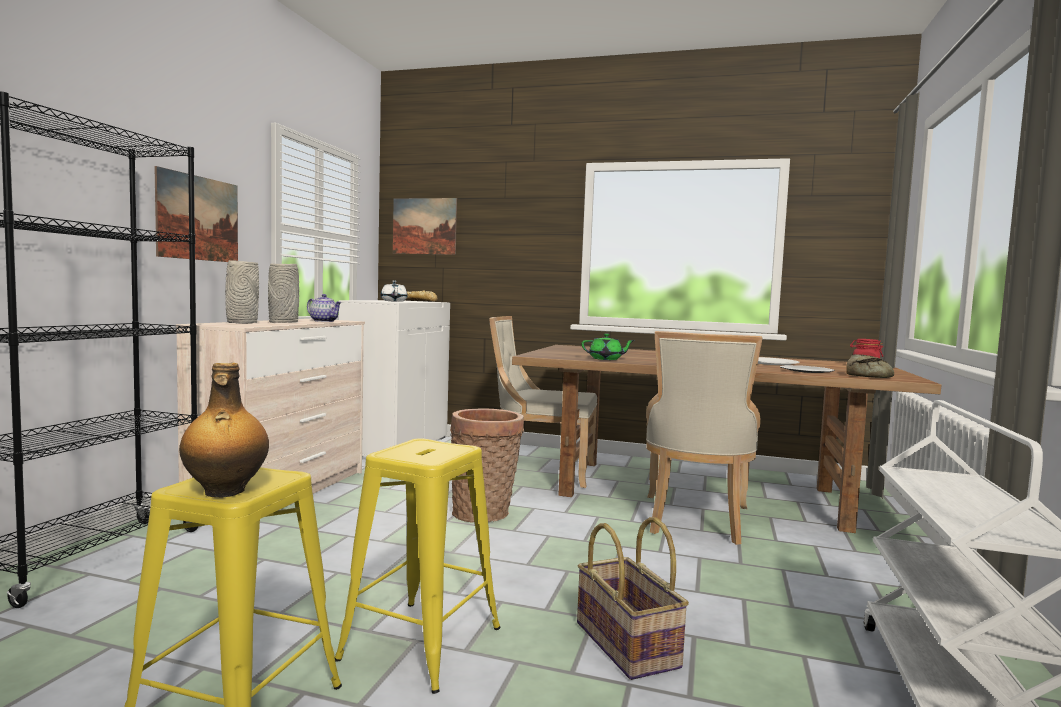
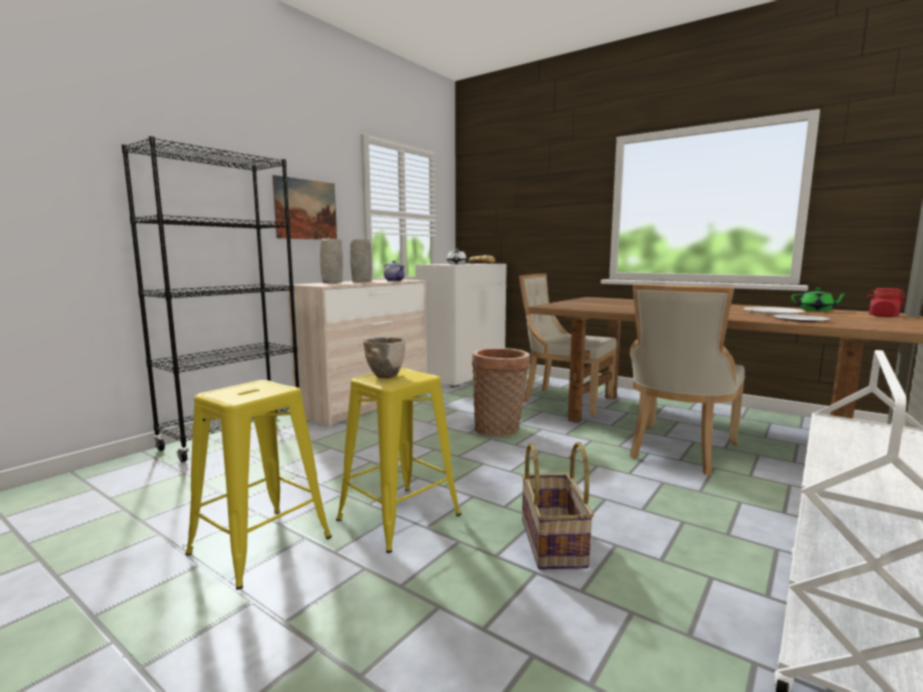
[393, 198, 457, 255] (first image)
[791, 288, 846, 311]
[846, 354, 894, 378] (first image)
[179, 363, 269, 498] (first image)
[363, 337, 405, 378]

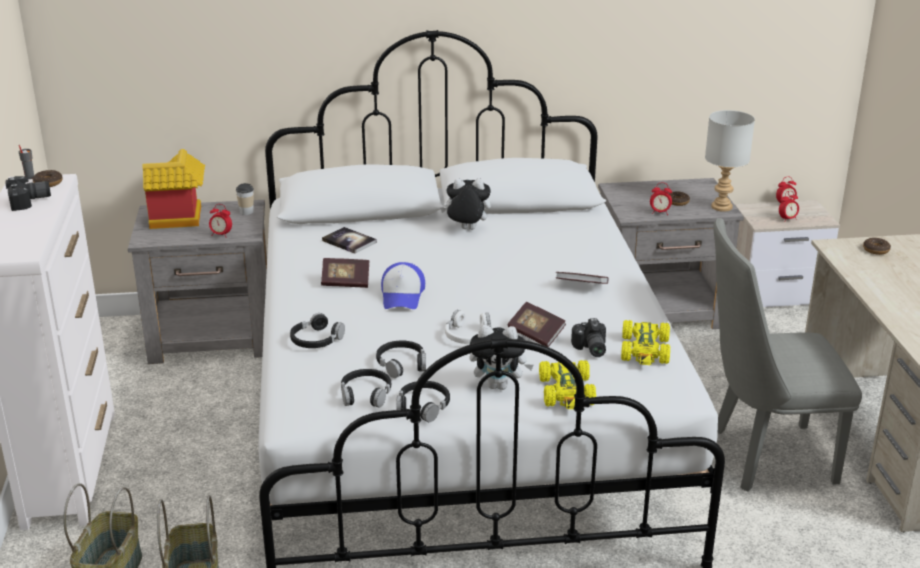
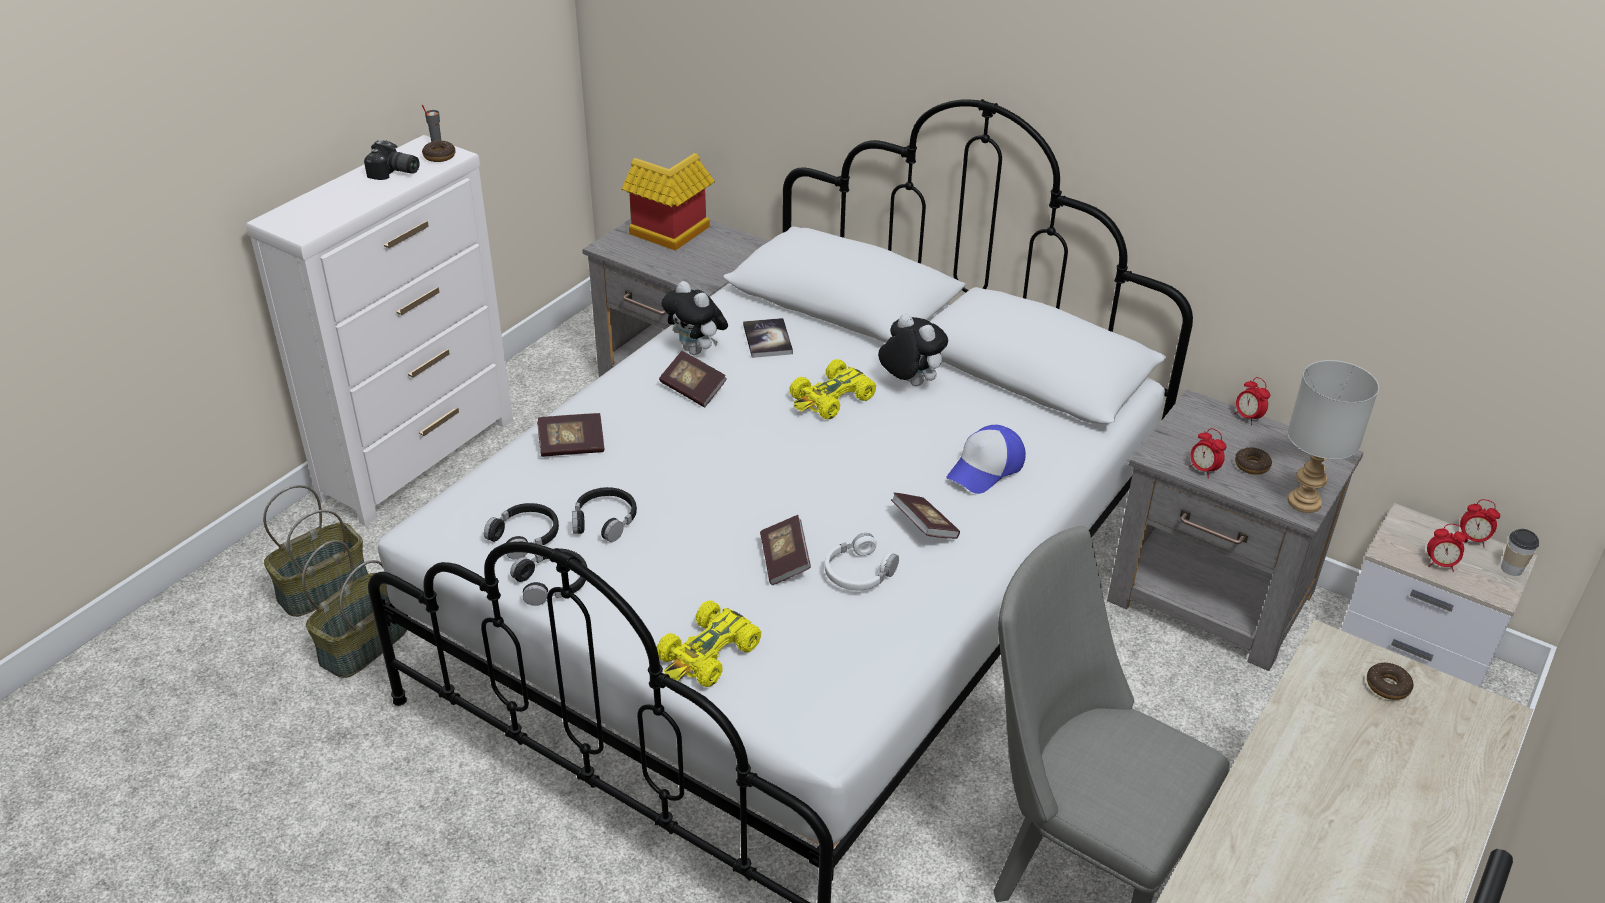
[1501, 529, 1539, 576]
[1234, 377, 1270, 425]
[947, 425, 1026, 494]
[824, 533, 899, 590]
[537, 413, 604, 457]
[571, 318, 606, 357] (first image)
[789, 359, 876, 419]
[662, 281, 728, 355]

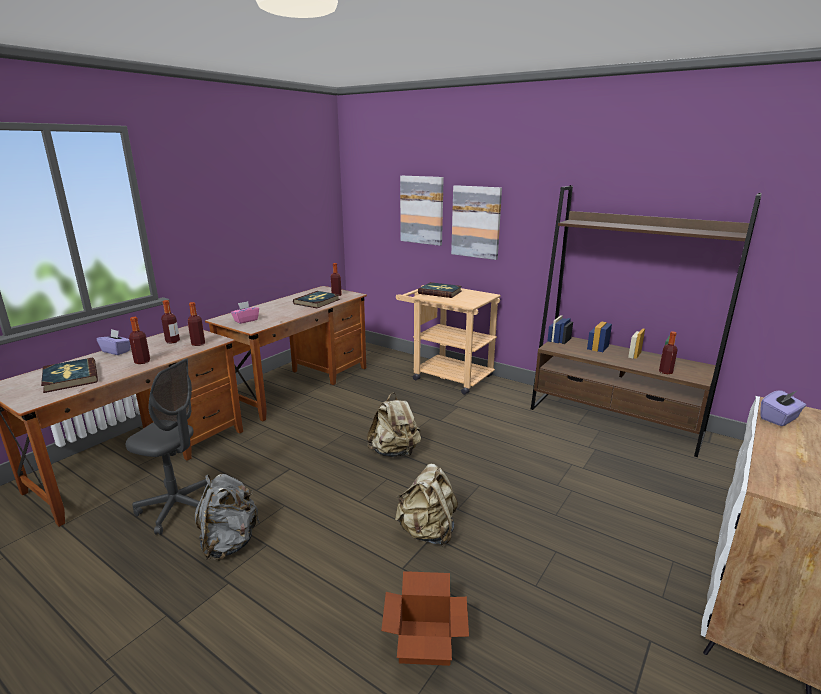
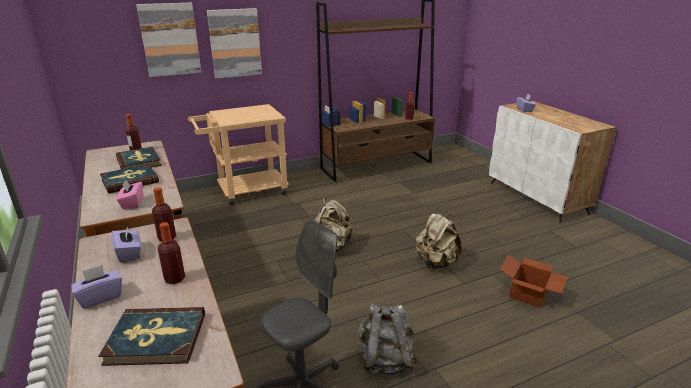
[100, 164, 159, 194]
[111, 227, 141, 263]

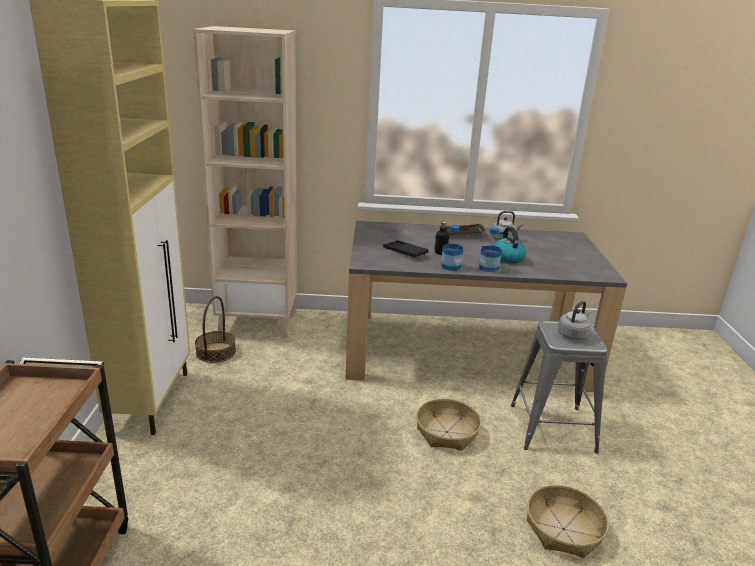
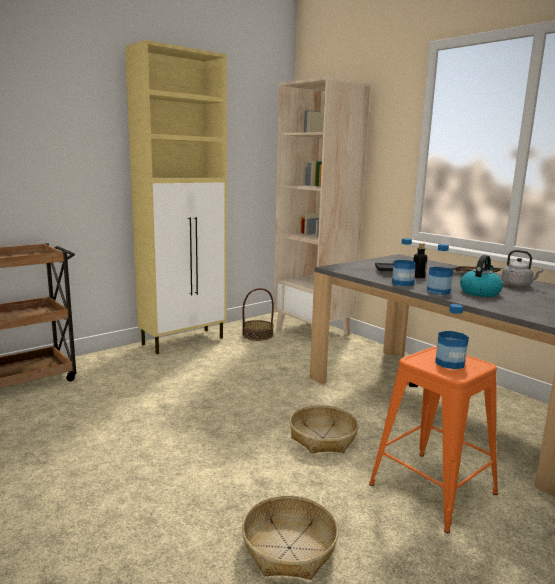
[435, 304, 469, 369]
[369, 346, 498, 533]

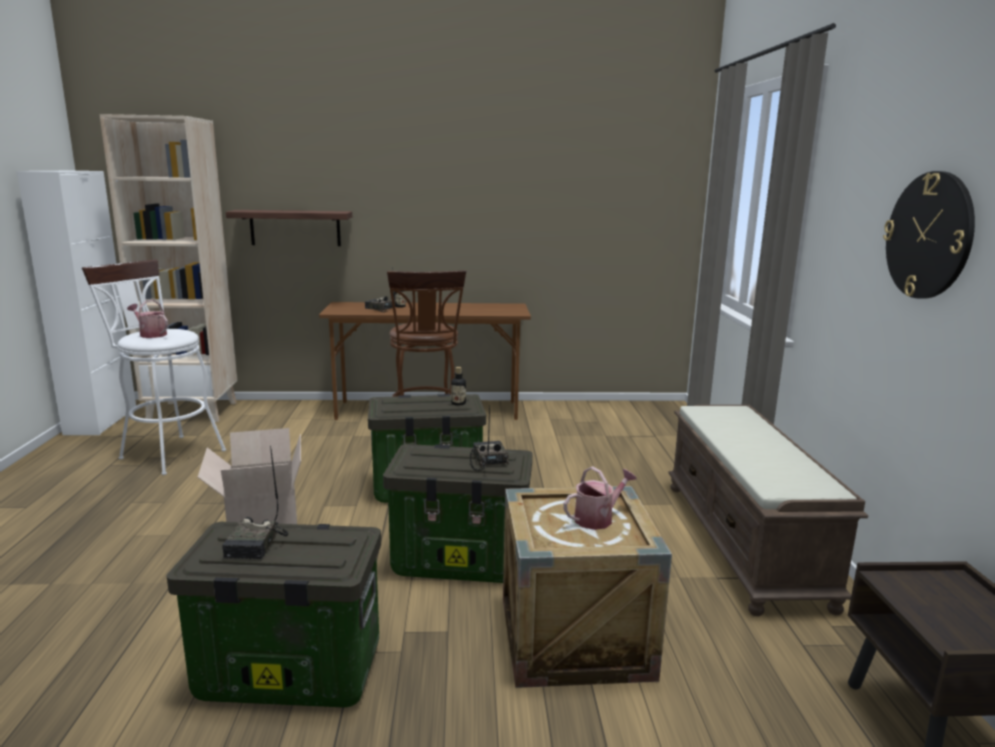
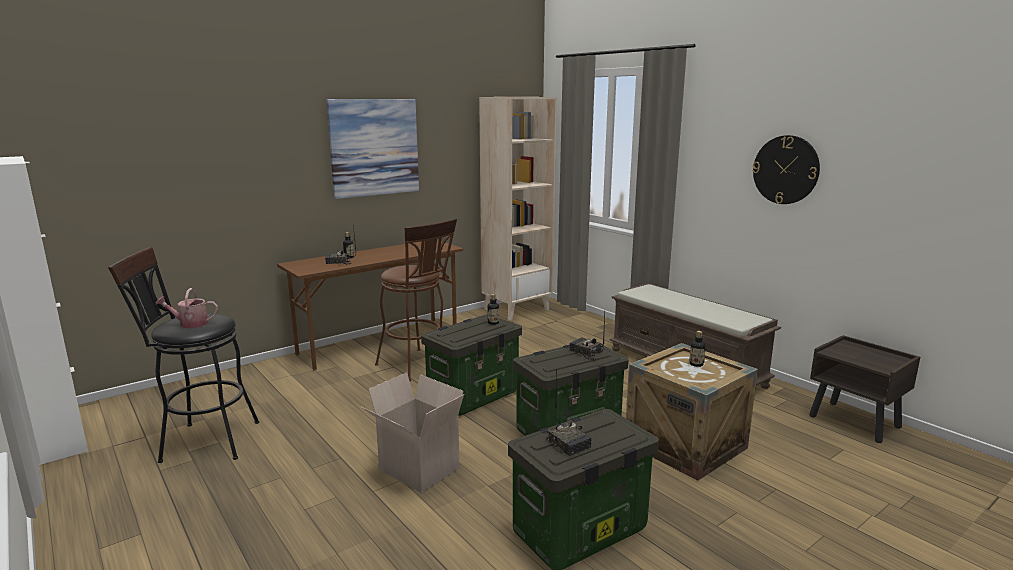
[479, 97, 557, 320]
[226, 210, 352, 246] (first image)
[108, 247, 259, 463]
[689, 331, 706, 367]
[326, 99, 419, 199]

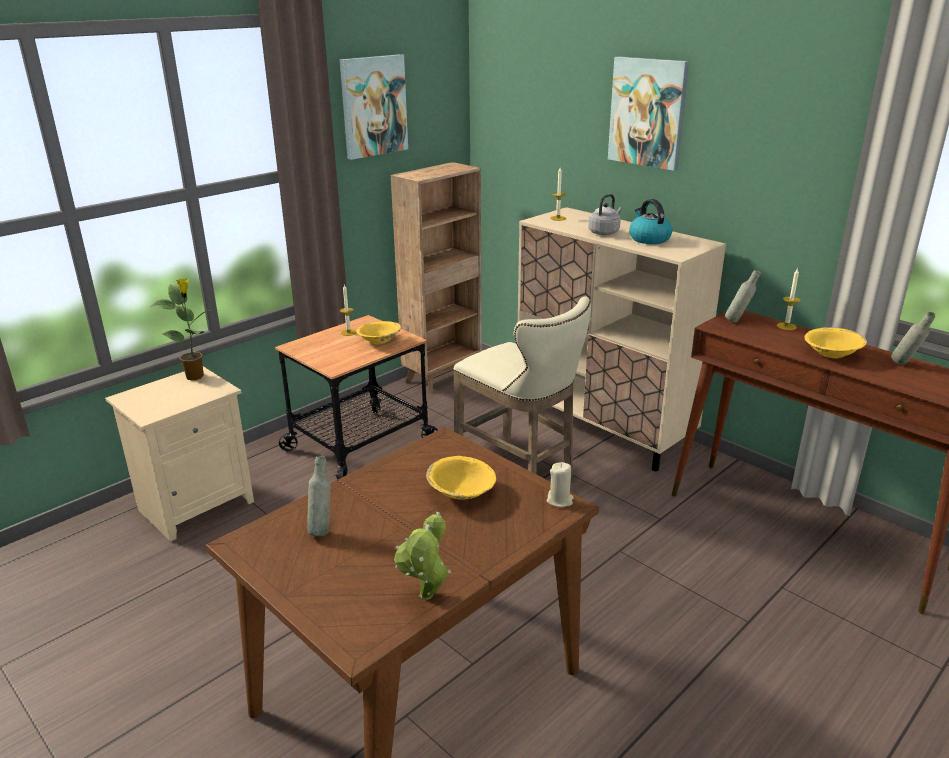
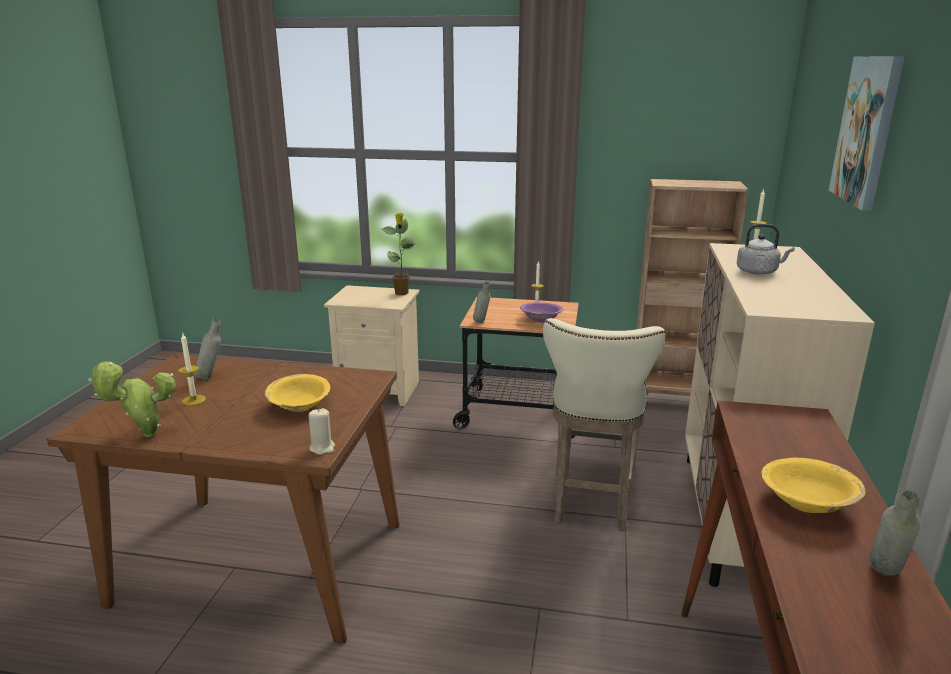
[340, 54, 408, 160] (first image)
[629, 199, 672, 244] (first image)
[178, 333, 206, 405]
[473, 281, 490, 323]
[520, 302, 564, 322]

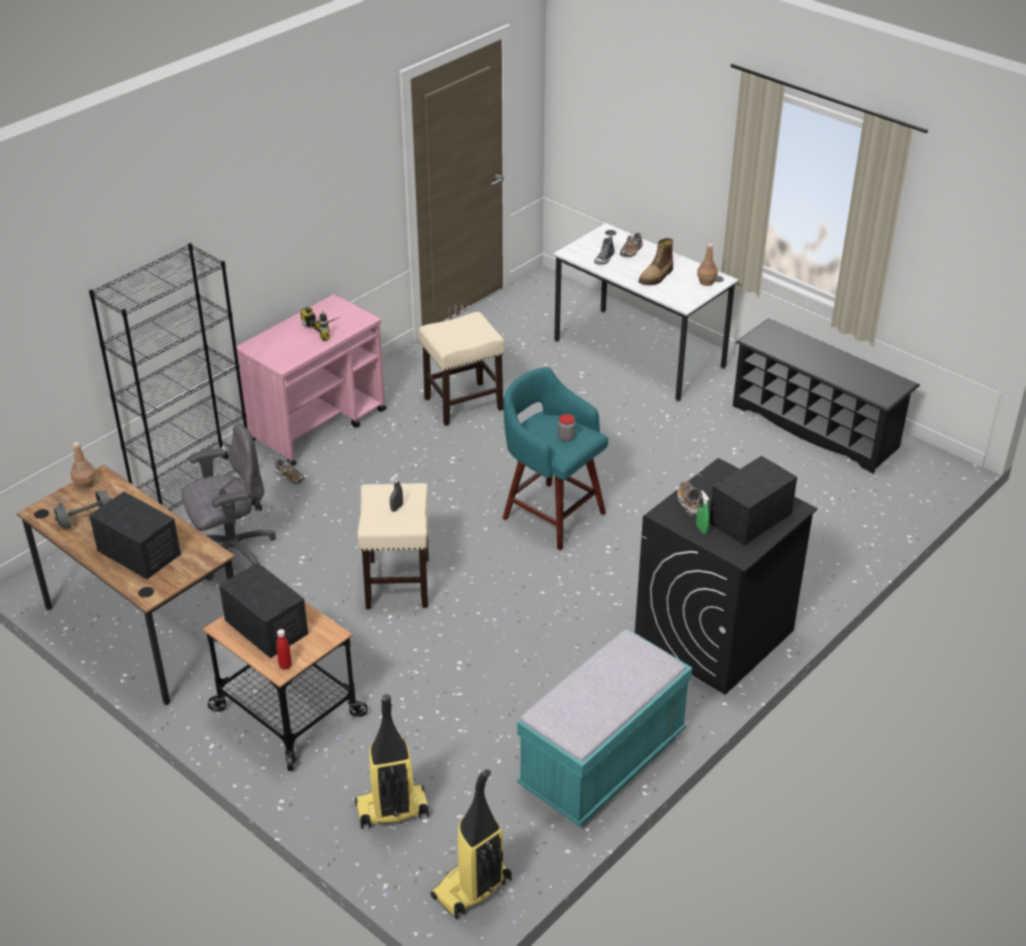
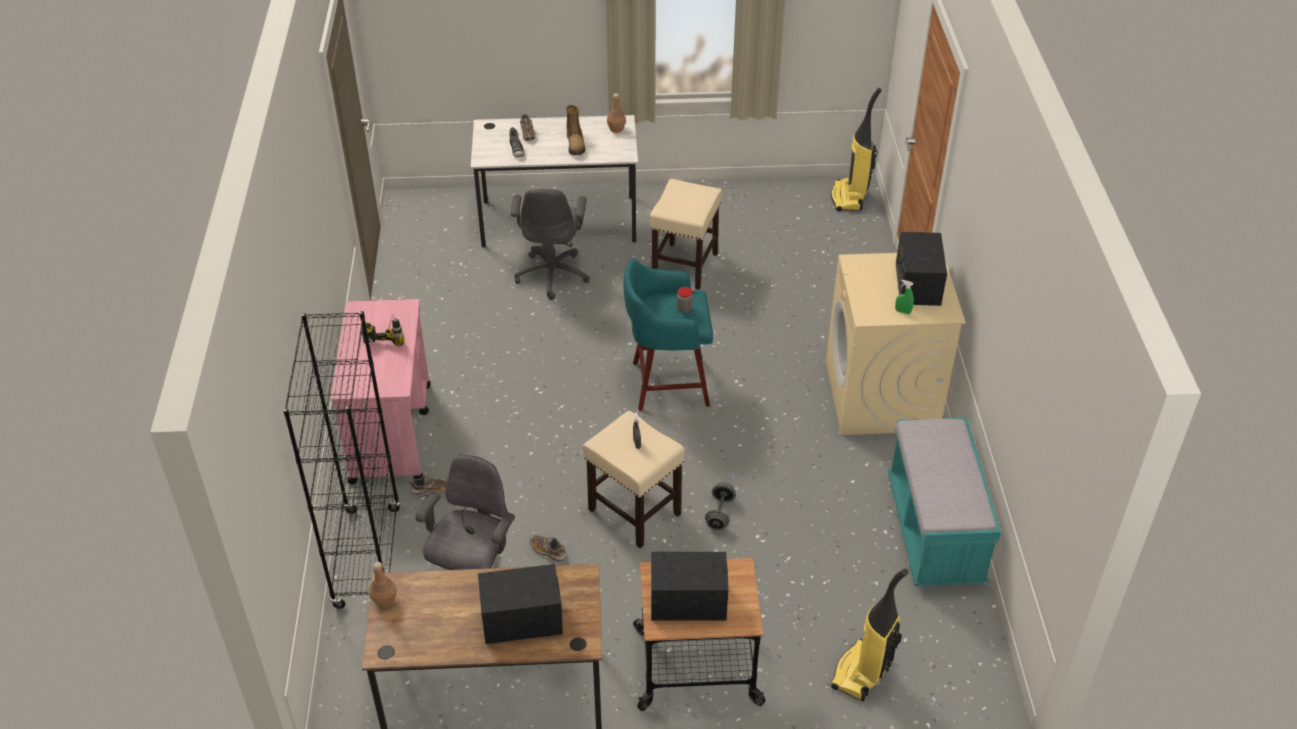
[650, 179, 722, 290]
[733, 318, 920, 474] (first image)
[826, 253, 966, 435]
[530, 535, 566, 562]
[705, 482, 736, 530]
[277, 629, 292, 670] (first image)
[831, 88, 881, 211]
[511, 189, 590, 300]

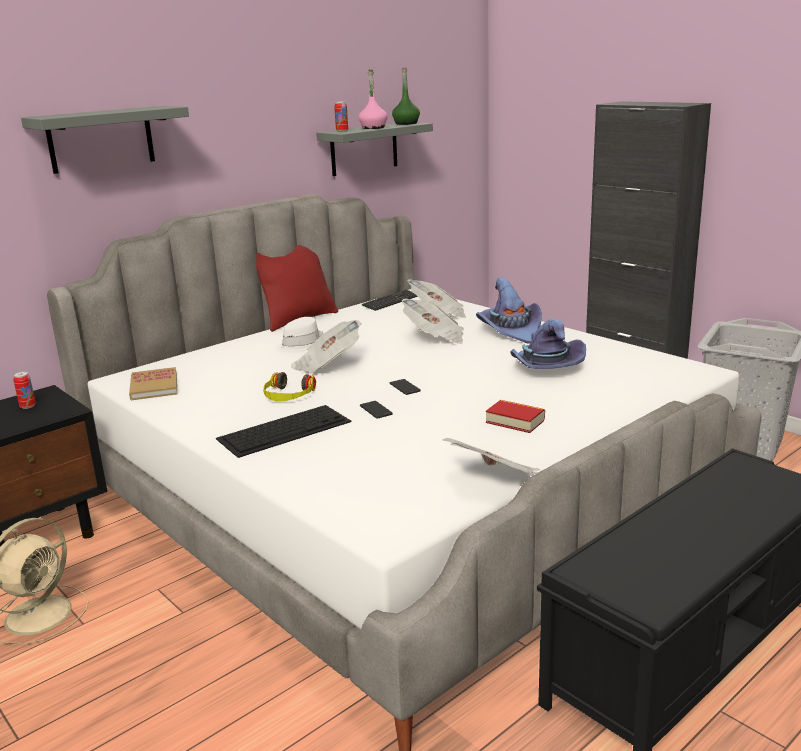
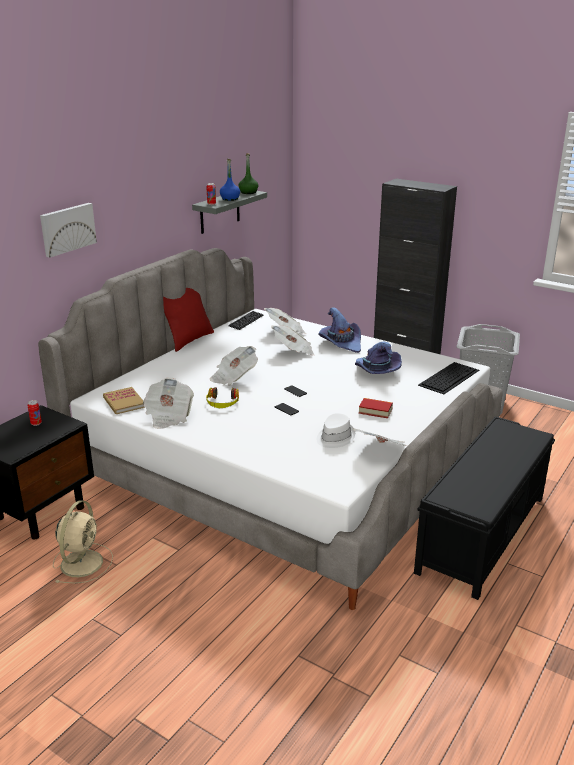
[220, 159, 240, 201]
[40, 203, 97, 258]
[317, 413, 355, 448]
[418, 362, 479, 394]
[143, 378, 194, 429]

